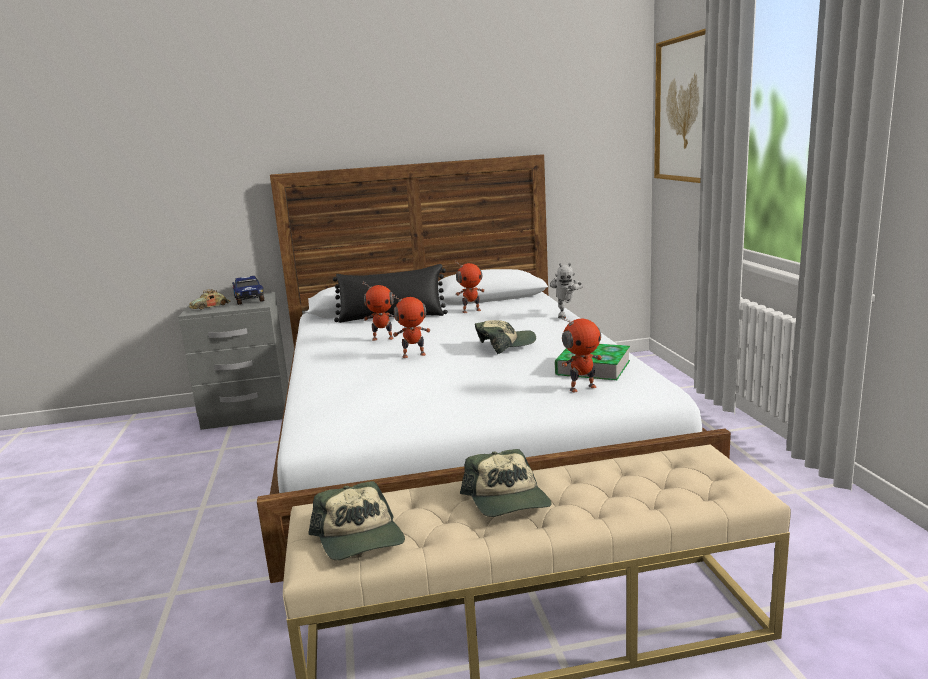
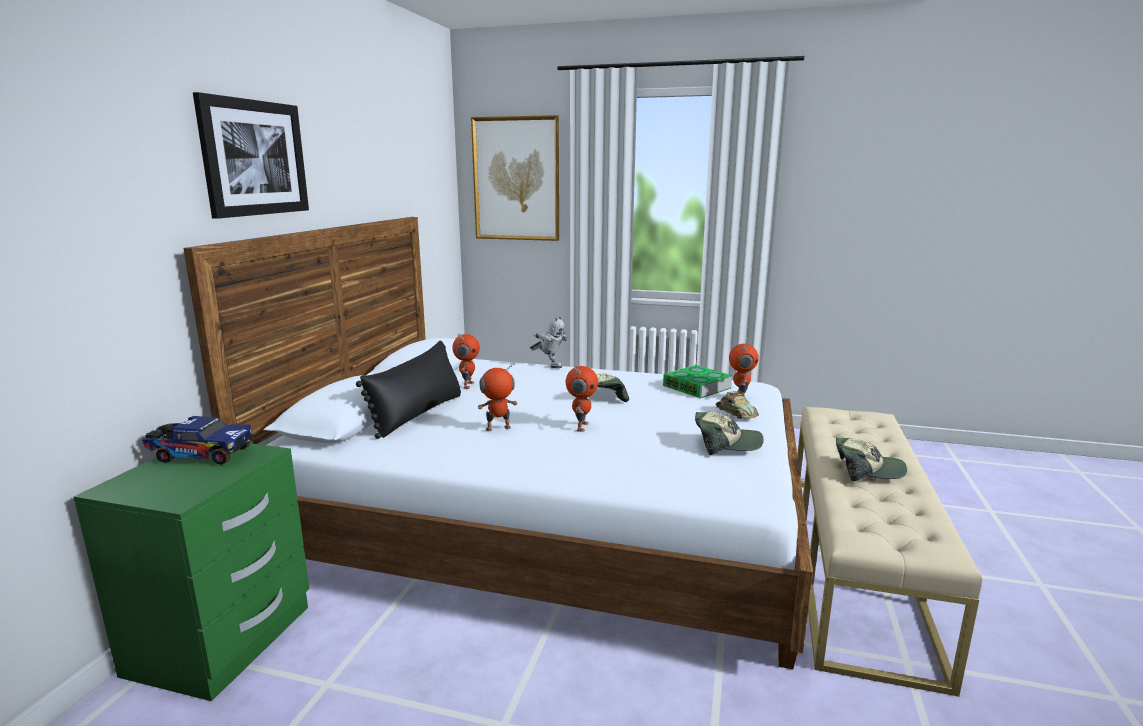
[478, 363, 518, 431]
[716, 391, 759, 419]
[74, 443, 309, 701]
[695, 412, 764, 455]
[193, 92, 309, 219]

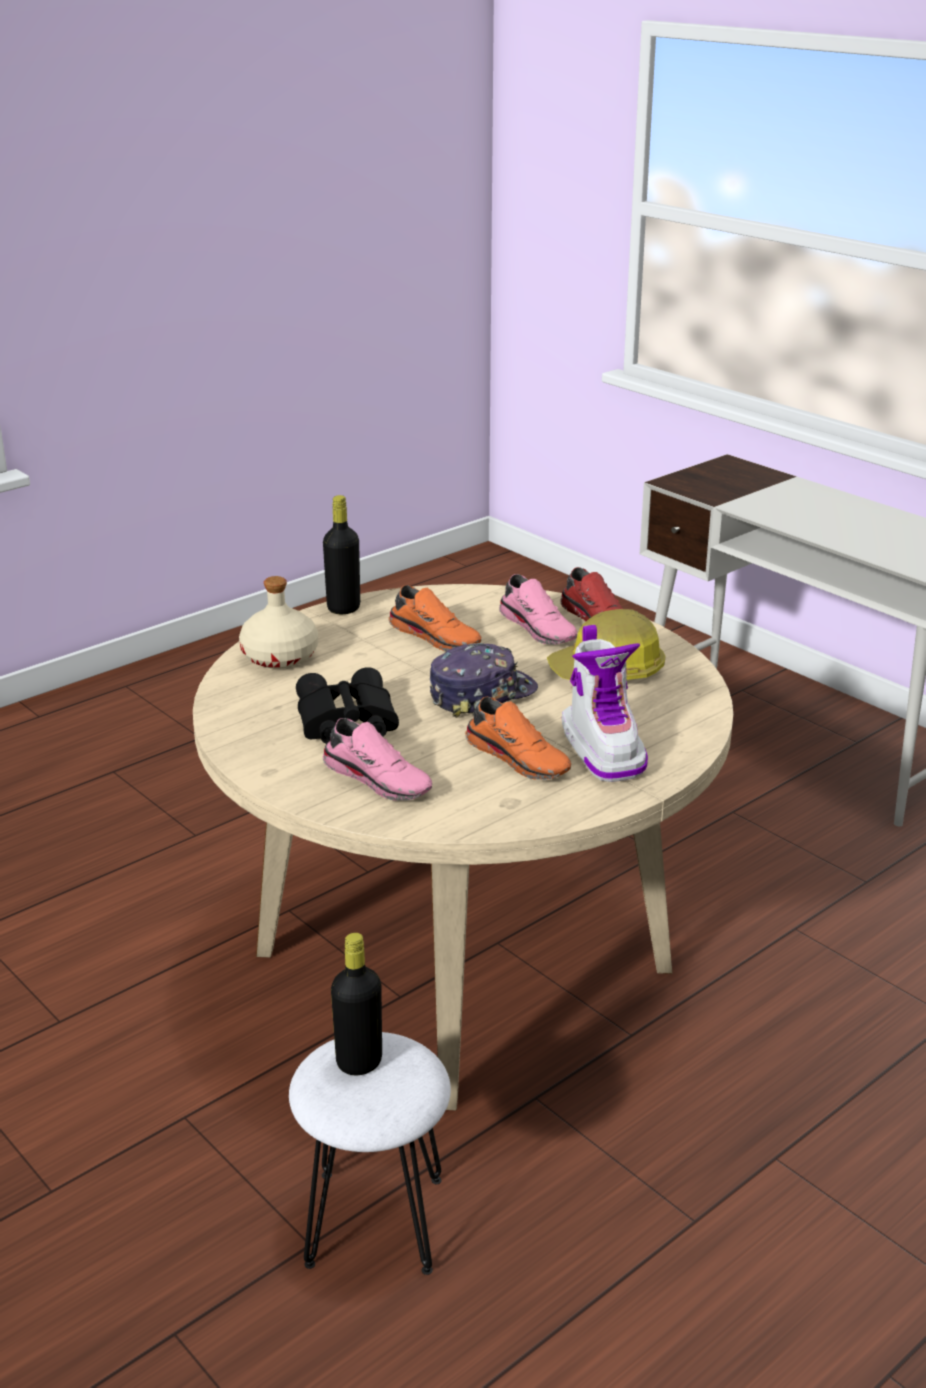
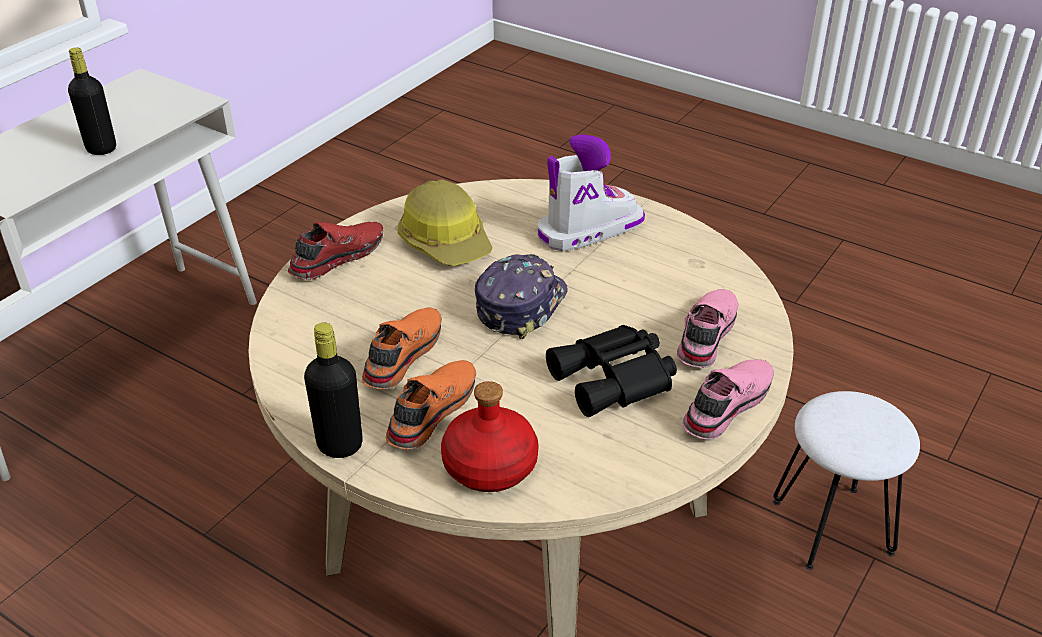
[682, 359, 774, 440]
[441, 381, 539, 492]
[475, 254, 568, 339]
[386, 360, 476, 450]
[68, 48, 116, 155]

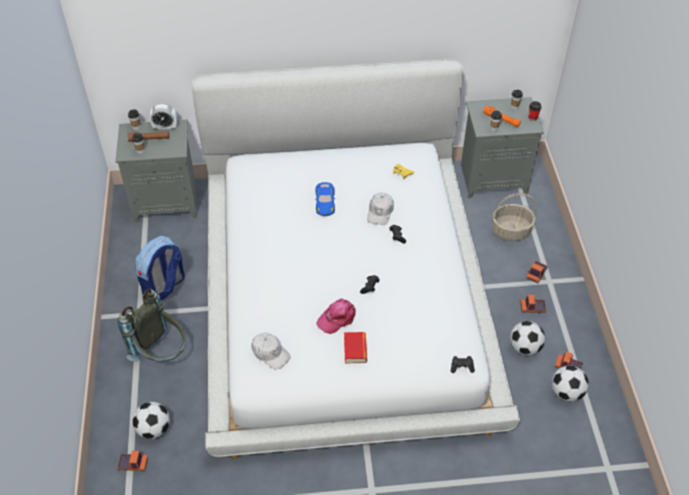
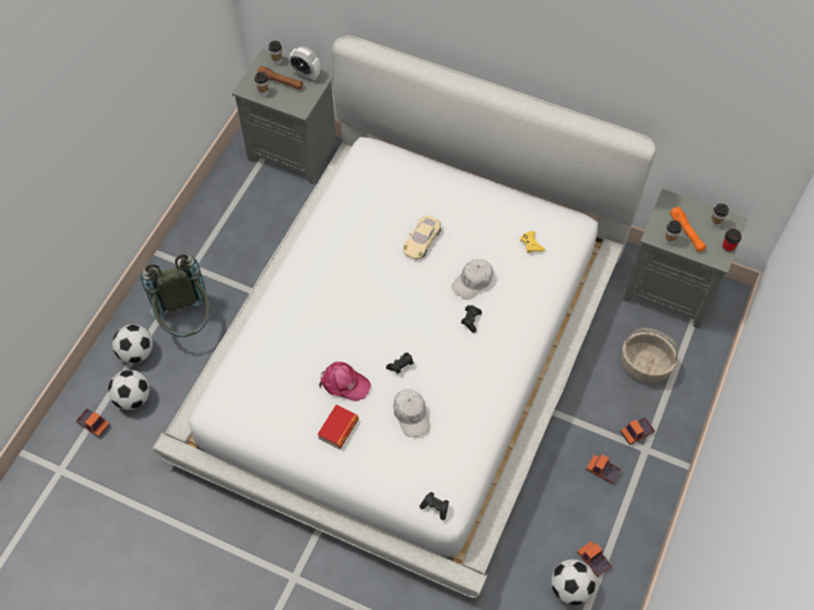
[403, 216, 441, 260]
[135, 236, 185, 300] (first image)
[319, 362, 371, 401]
[112, 324, 153, 364]
[393, 389, 430, 437]

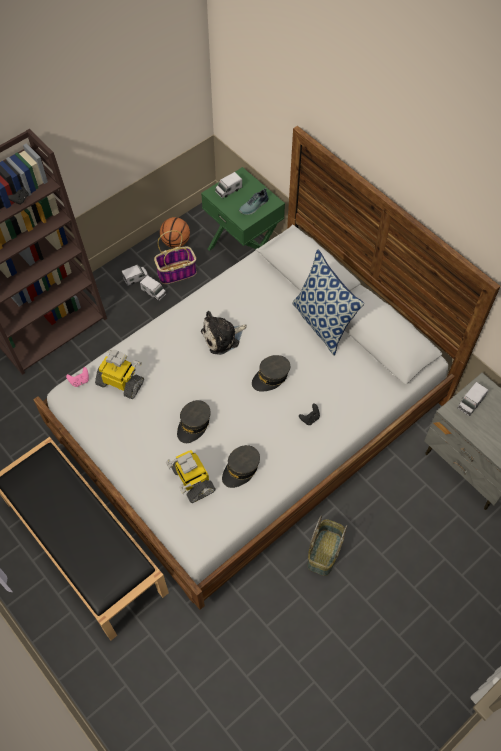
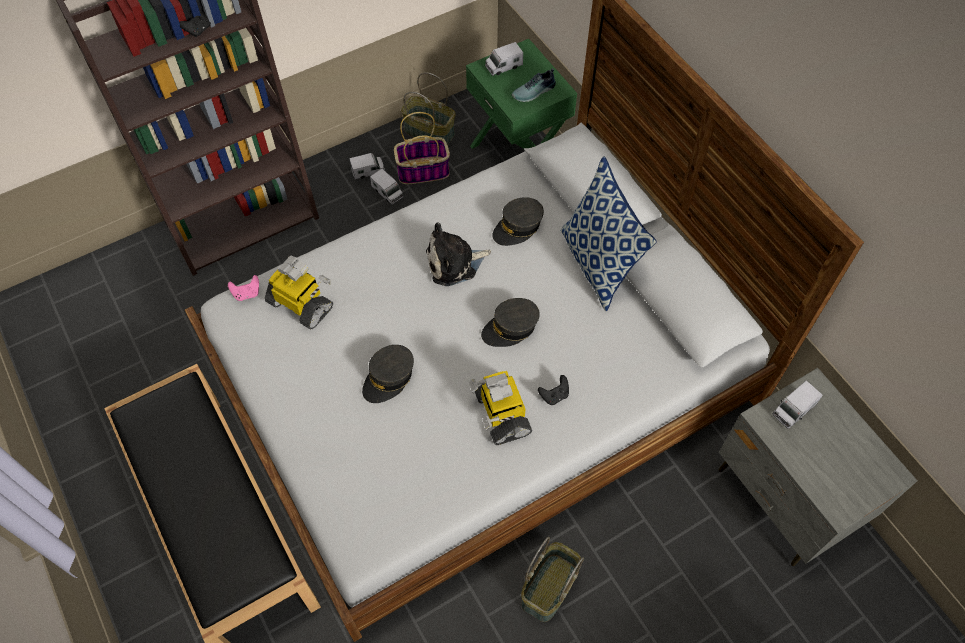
[401, 72, 456, 145]
[492, 197, 544, 246]
[468, 371, 532, 445]

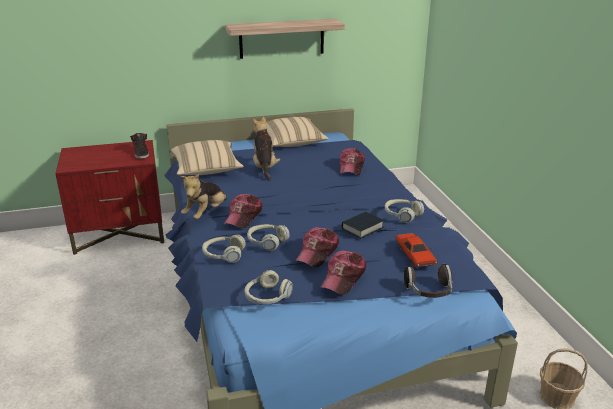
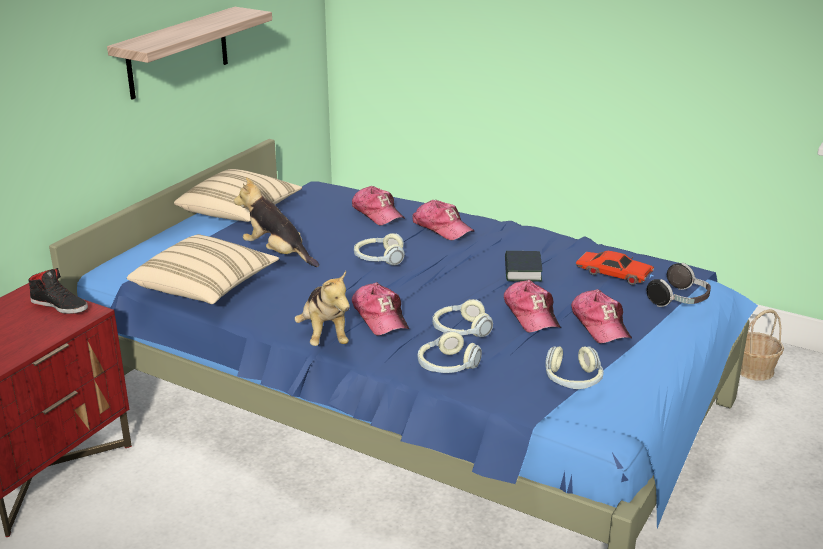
[354, 233, 405, 265]
[412, 200, 474, 240]

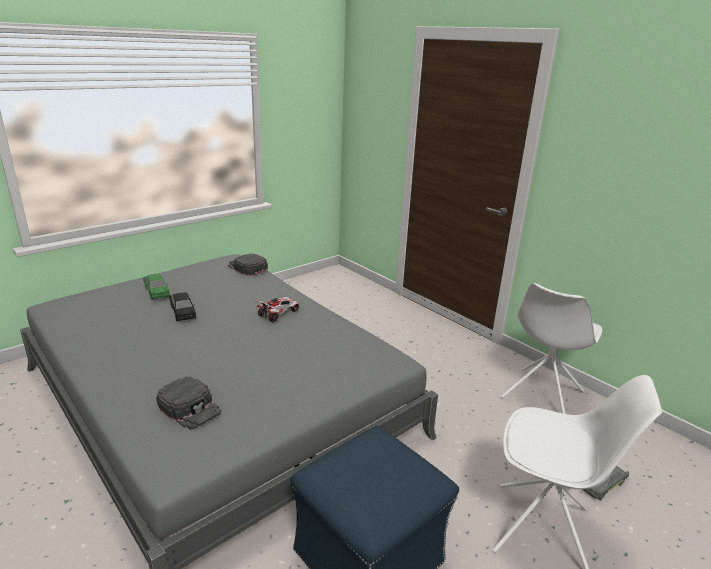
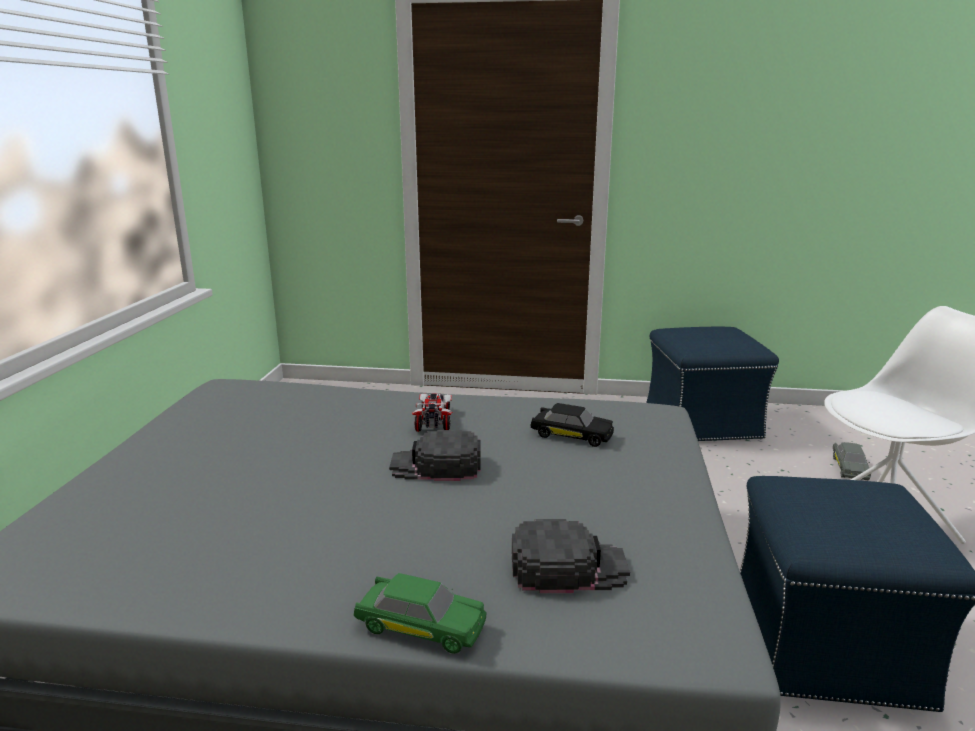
[389, 430, 481, 481]
[354, 573, 486, 654]
[646, 327, 779, 441]
[530, 403, 614, 447]

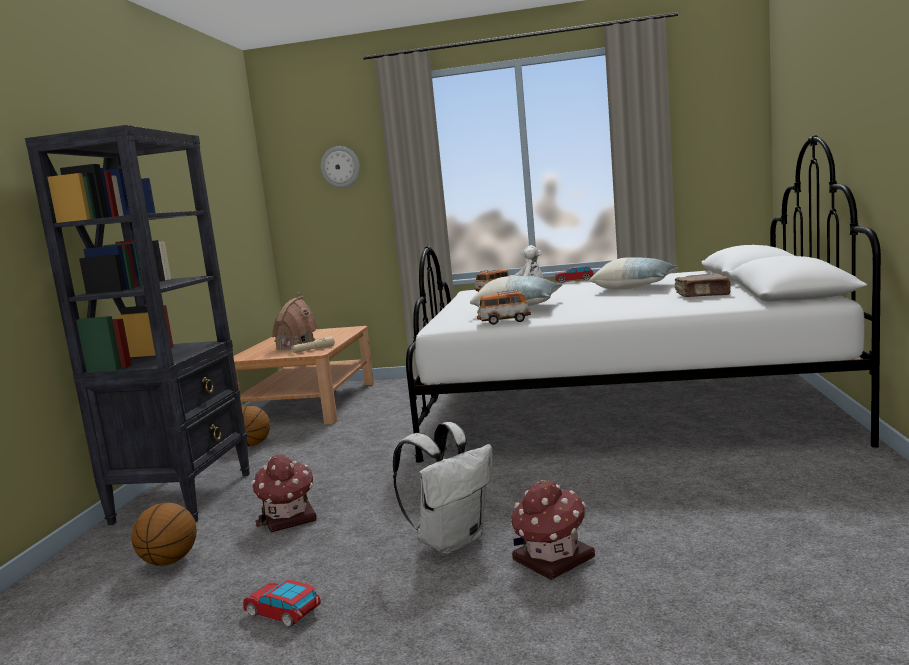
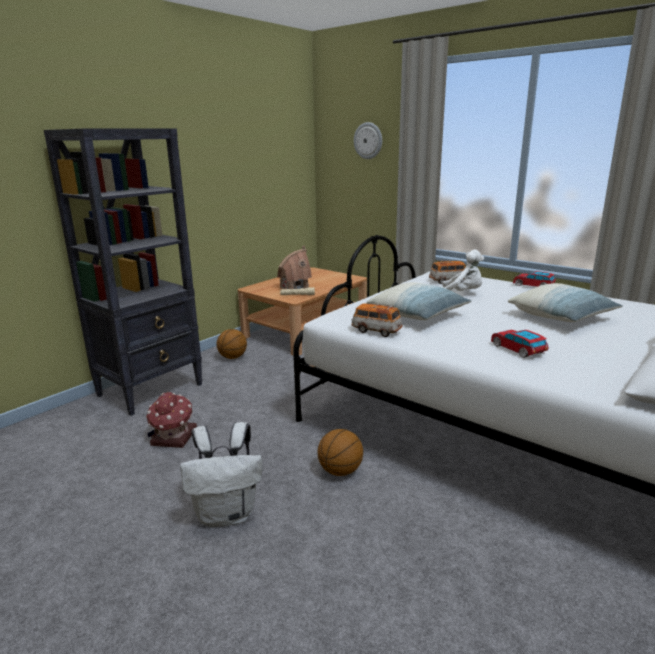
[675, 273, 731, 297] (first image)
[511, 480, 595, 580] (first image)
[318, 429, 363, 476]
[491, 329, 548, 358]

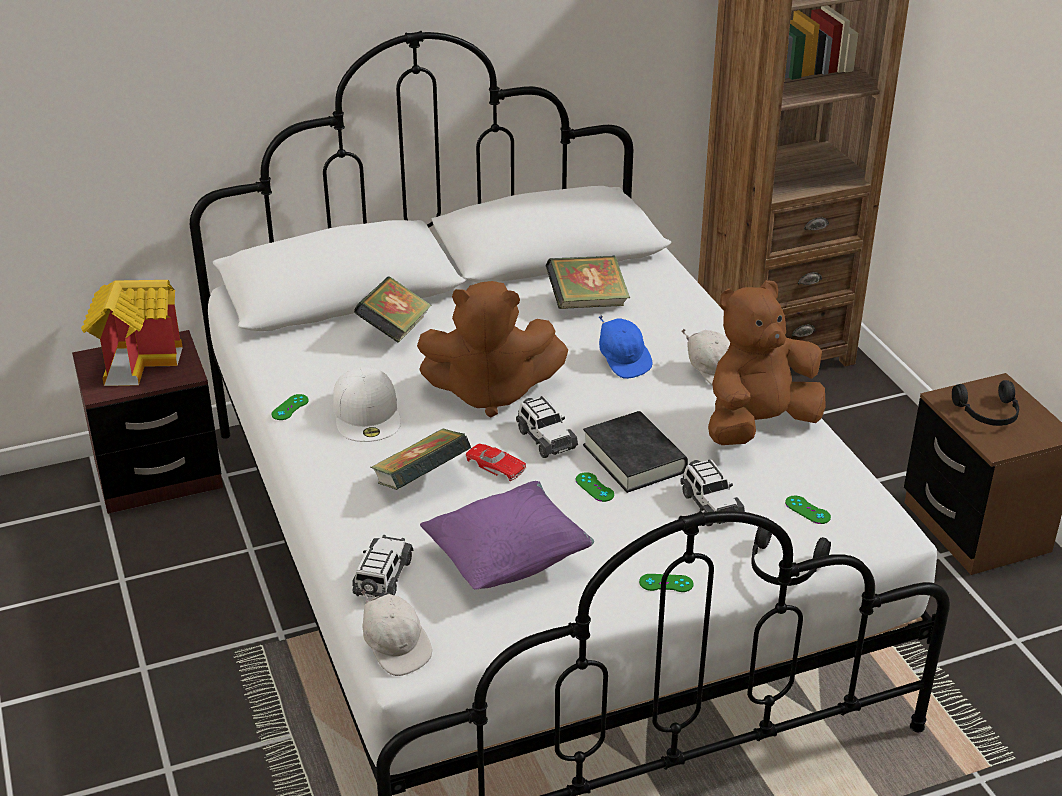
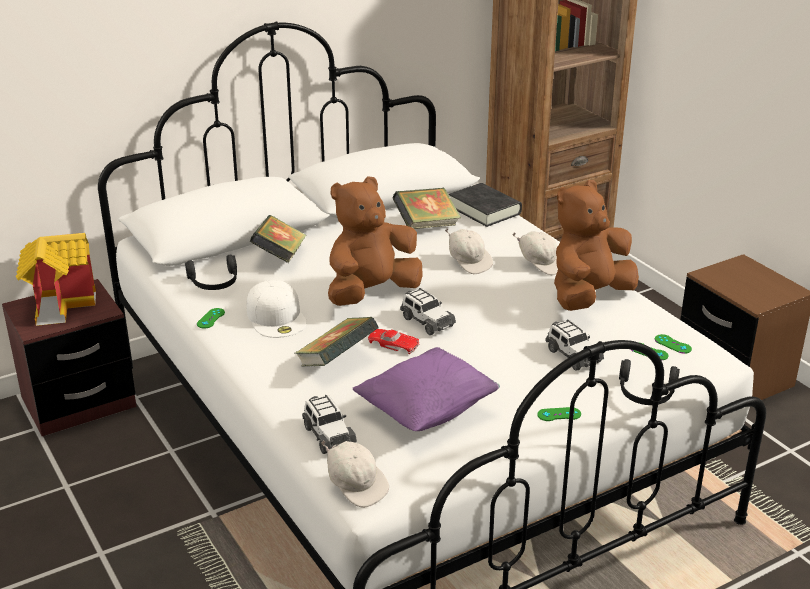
[328, 176, 423, 306]
[445, 228, 493, 274]
[185, 255, 237, 290]
[449, 183, 522, 227]
[655, 334, 692, 354]
[302, 395, 357, 454]

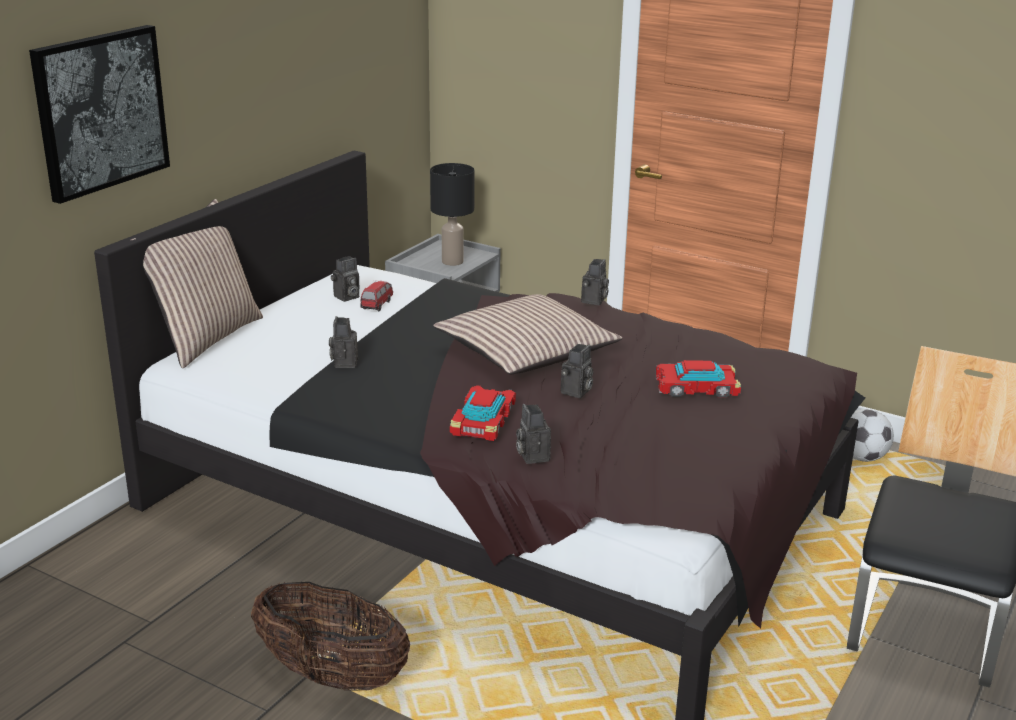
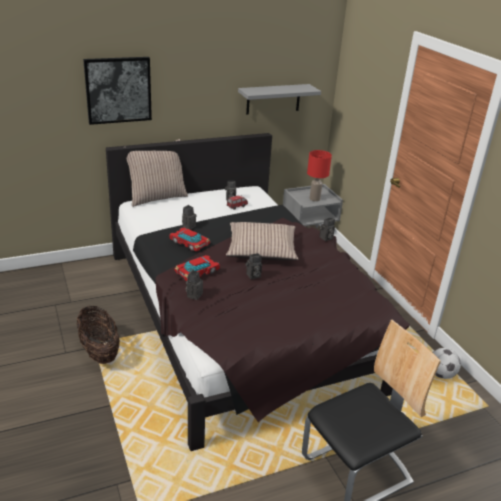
[307, 150, 332, 202]
[170, 228, 210, 252]
[238, 84, 321, 115]

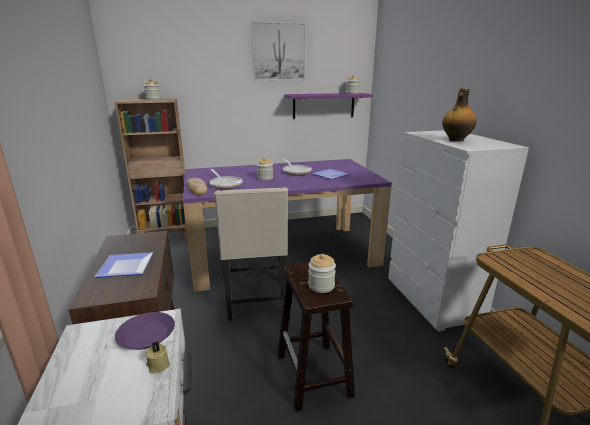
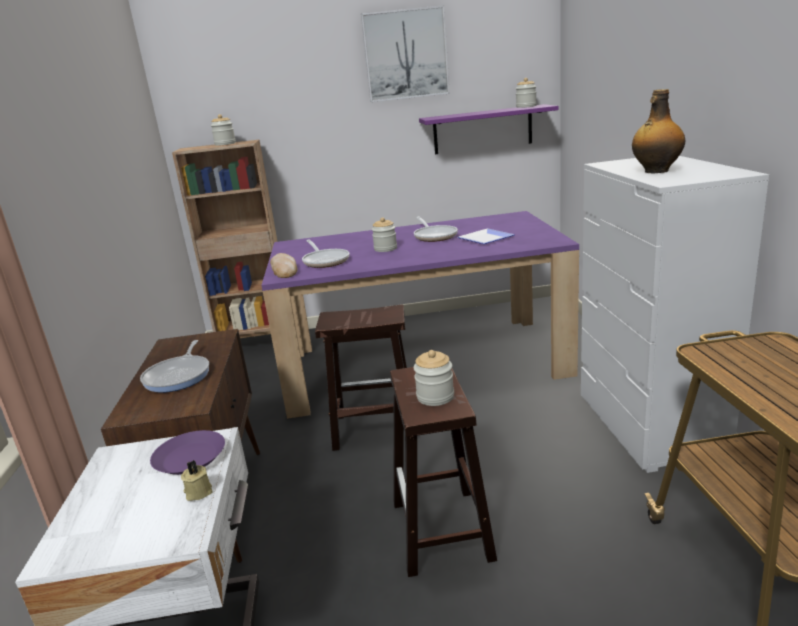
[315, 305, 407, 451]
[140, 340, 209, 393]

